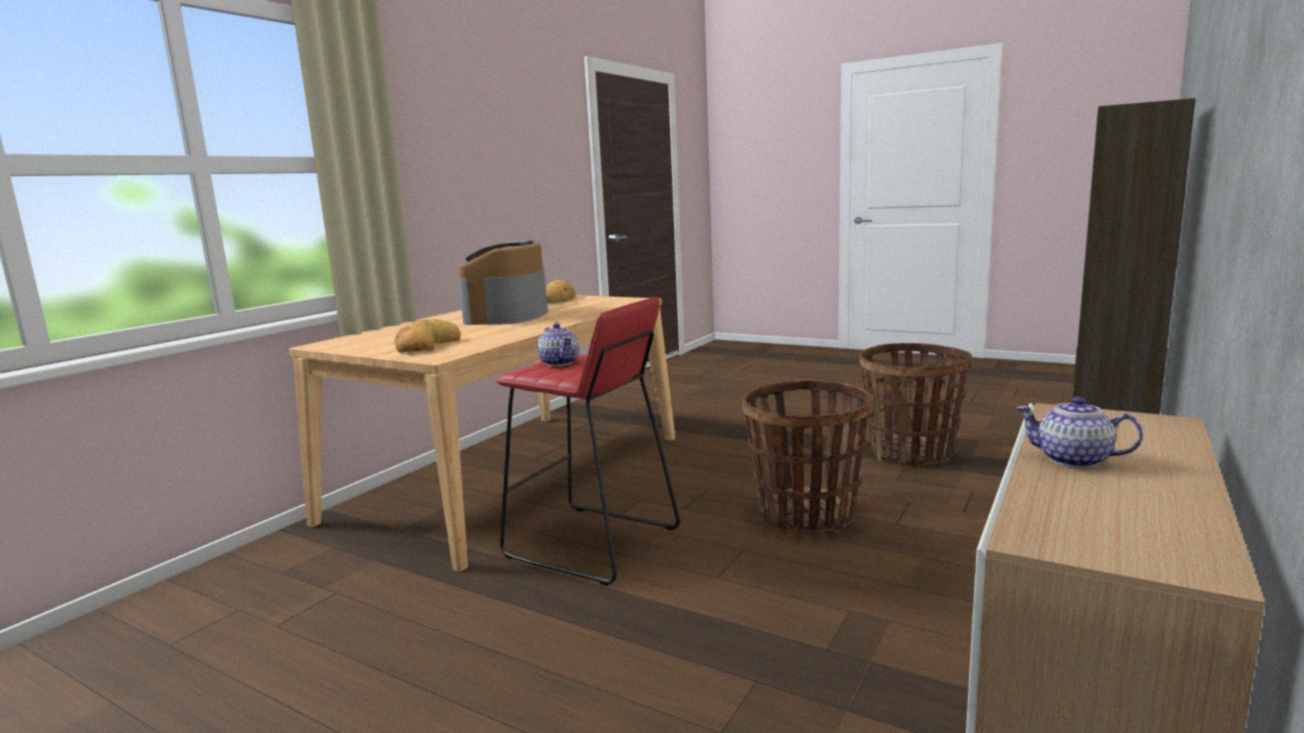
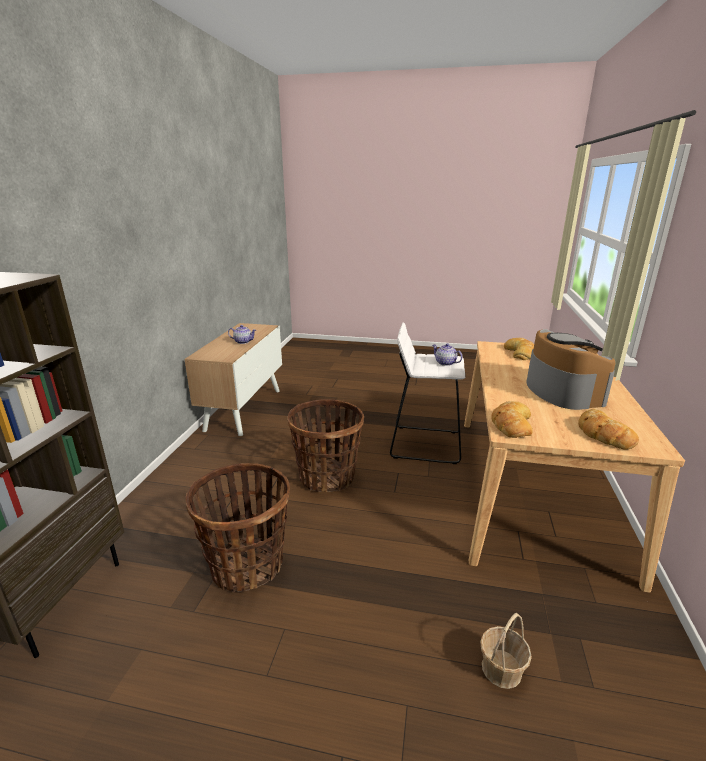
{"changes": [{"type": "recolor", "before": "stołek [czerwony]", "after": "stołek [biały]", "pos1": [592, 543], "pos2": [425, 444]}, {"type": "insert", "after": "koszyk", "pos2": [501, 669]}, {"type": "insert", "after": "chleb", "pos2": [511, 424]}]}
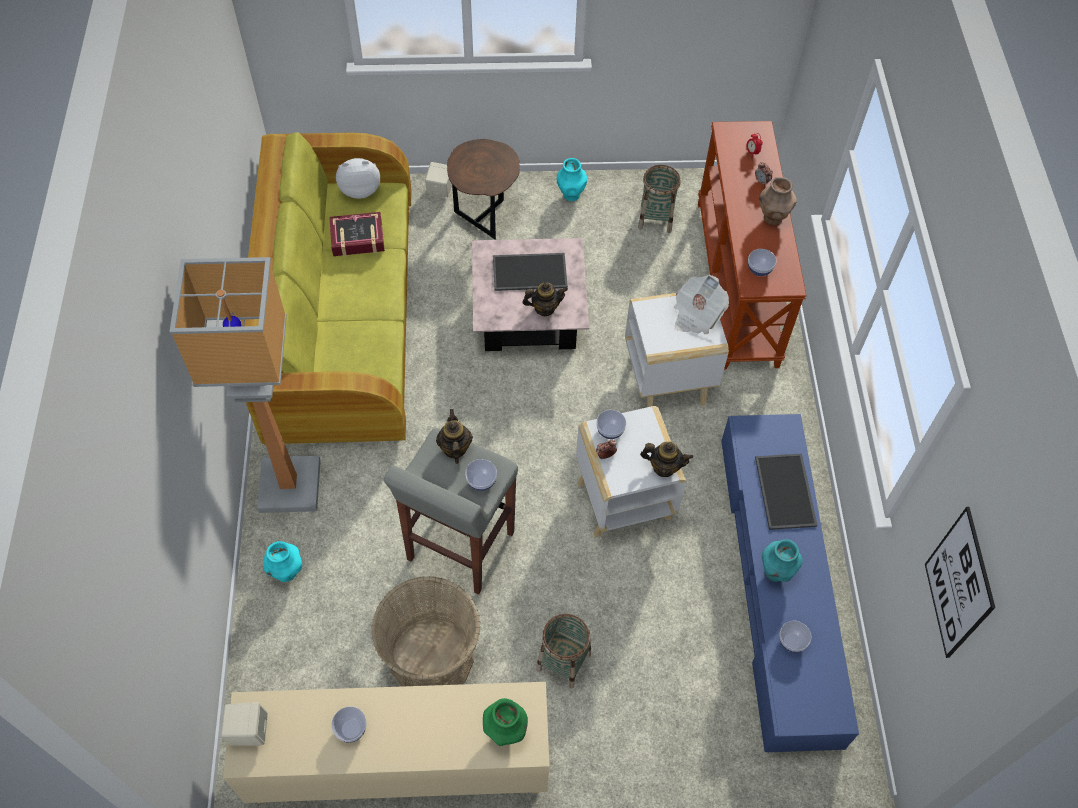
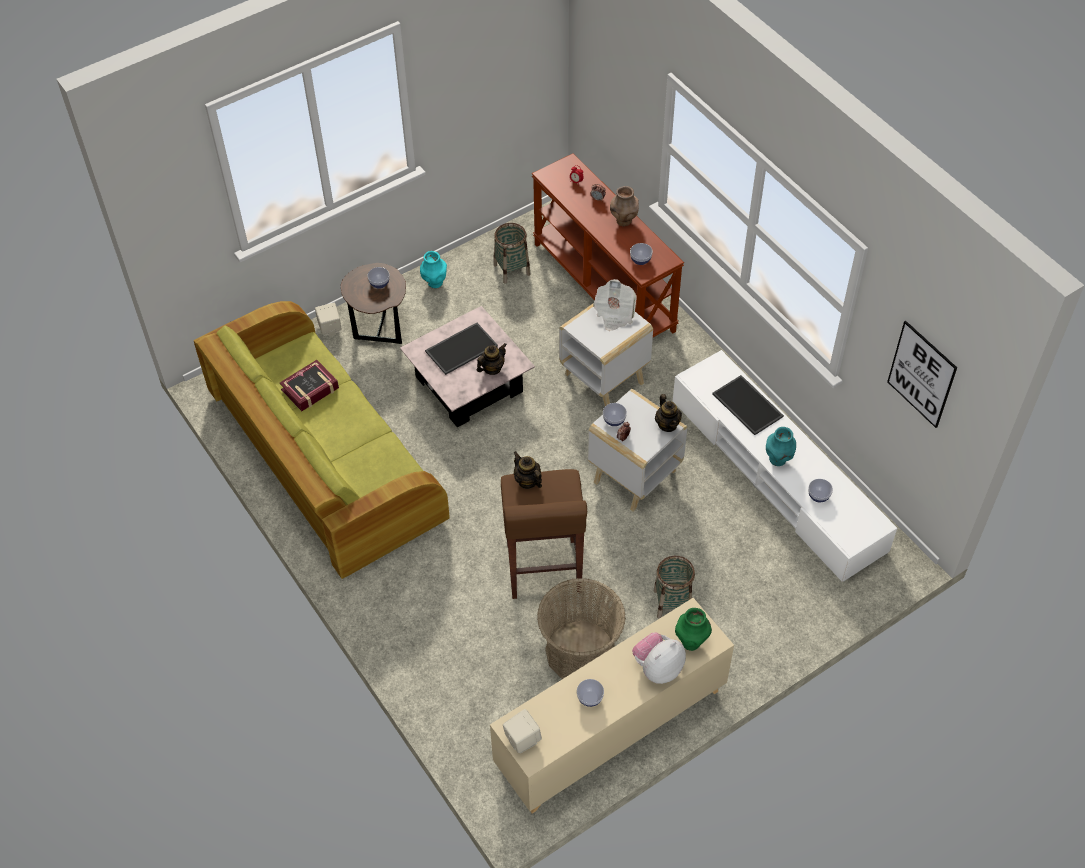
{"changes": [{"type": "move", "before": "miska", "pos1": [481, 481], "pos2": [379, 283]}, {"type": "recolor", "before": "stołek [szary]", "after": "stołek [brązowy]", "pos1": [459, 547], "pos2": [543, 570]}, {"type": "move", "before": "pluszak", "pos1": [360, 189], "pos2": [658, 668]}, {"type": "rotate", "before": "imbryk", "pos1": [664, 467], "pos2": [667, 424], "turn": 90}, {"type": "recolor", "before": "szafka pod telewizor [niebieski]", "after": "szafka pod telewizor [biały]", "pos1": [778, 586], "pos2": [777, 475]}, {"type": "delete", "before": "lampa stojąca", "pos1": [288, 485]}, {"type": "delete", "before": "wazon [turkusowy]", "pos1": [287, 573]}]}
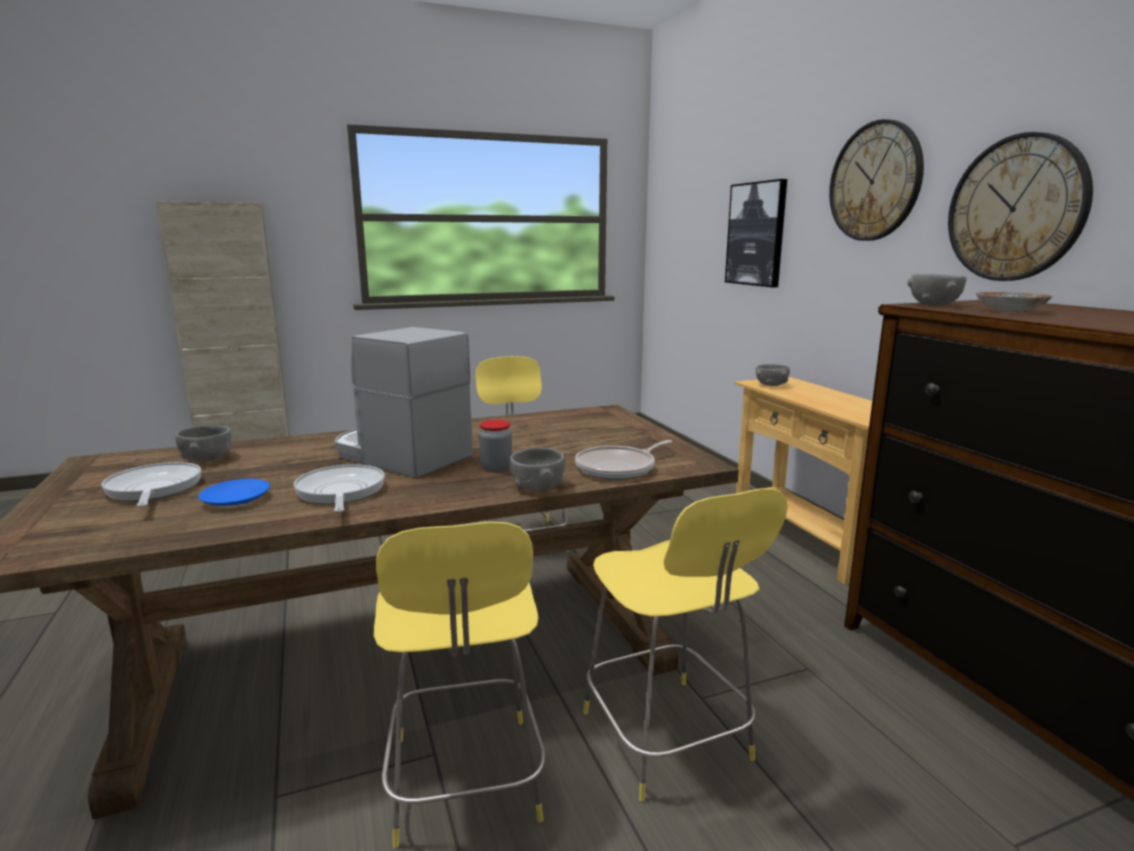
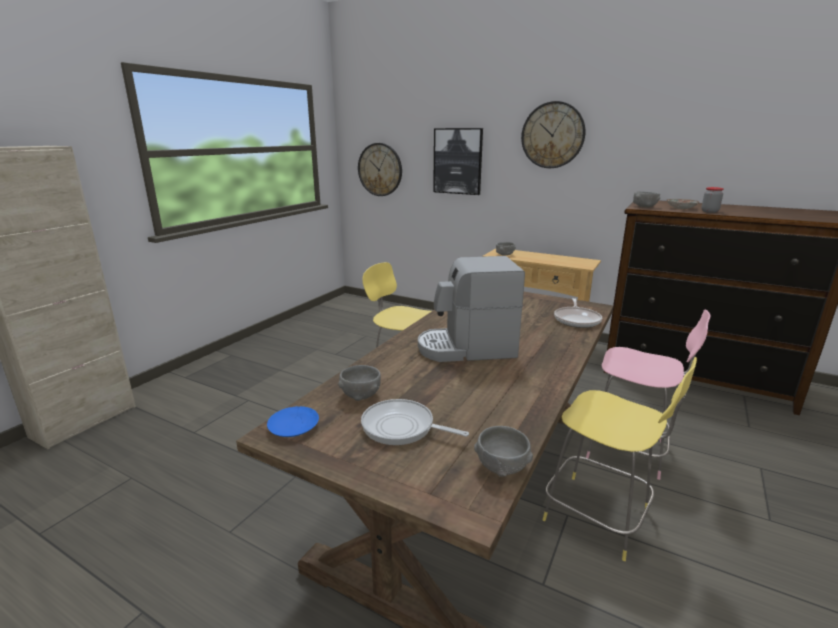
{"changes": [{"type": "move", "before": "talerz [niebieski]", "pos1": [237, 499], "pos2": [294, 427]}, {"type": "move", "before": "zegar ścienny", "pos1": [1016, 209], "pos2": [380, 169]}, {"type": "move", "before": "miska [szary]", "pos1": [538, 487], "pos2": [502, 467]}, {"type": "recolor", "before": "stołek [żółty]", "after": "stołek [różowy]", "pos1": [668, 740], "pos2": [628, 451]}, {"type": "move", "before": "słoik", "pos1": [496, 468], "pos2": [709, 211]}, {"type": "delete", "before": "patelnia", "pos1": [340, 492]}]}
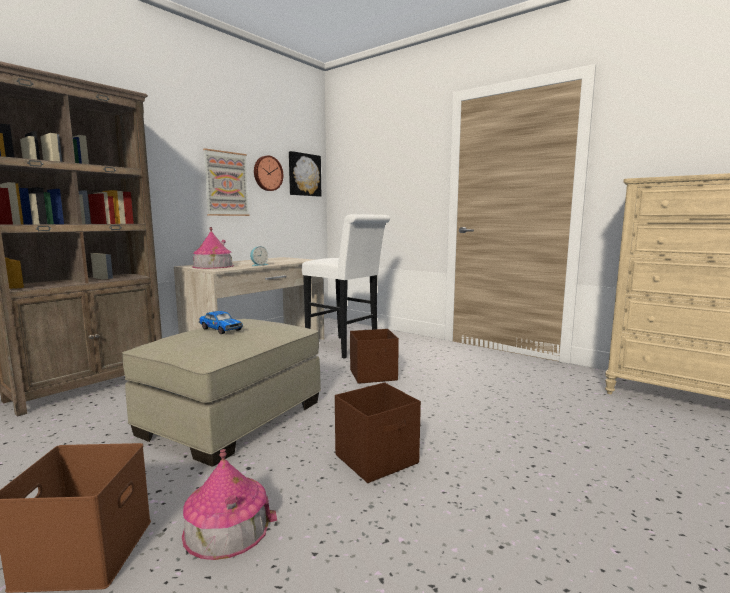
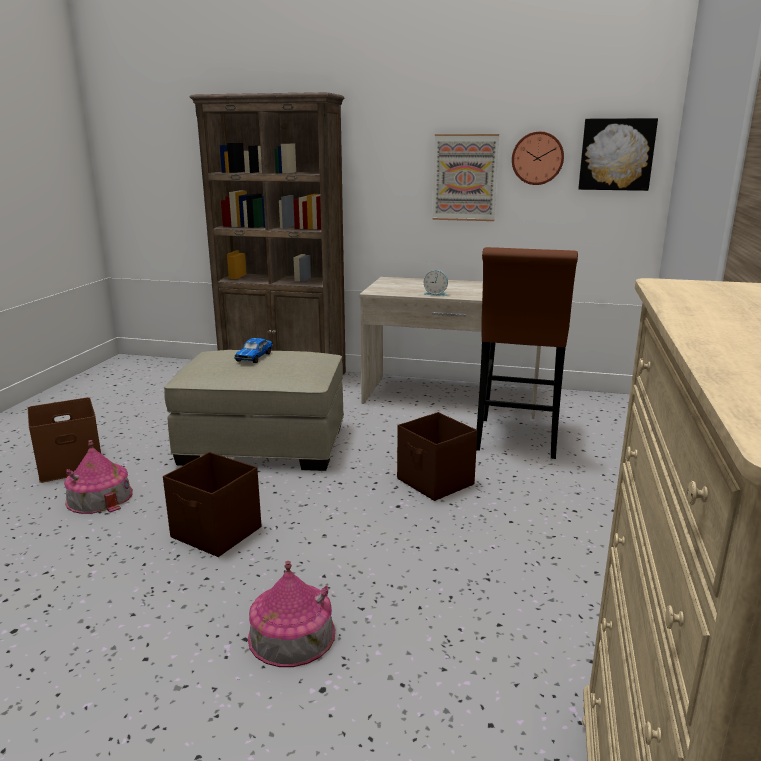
{"changes": [{"type": "move", "before": "domek", "pos1": [213, 266], "pos2": [292, 634]}, {"type": "recolor", "before": "stołek [biały]", "after": "stołek [brązowy]", "pos1": [346, 348], "pos2": [516, 441]}]}
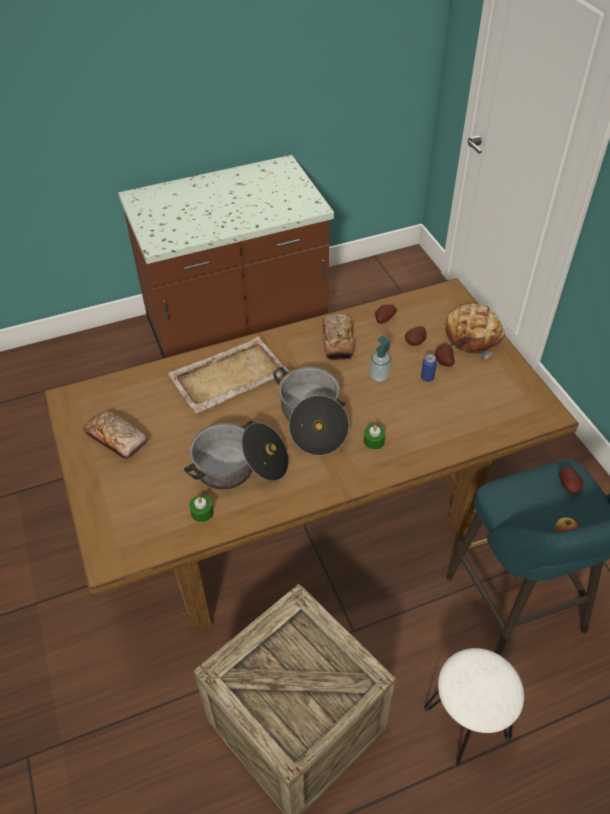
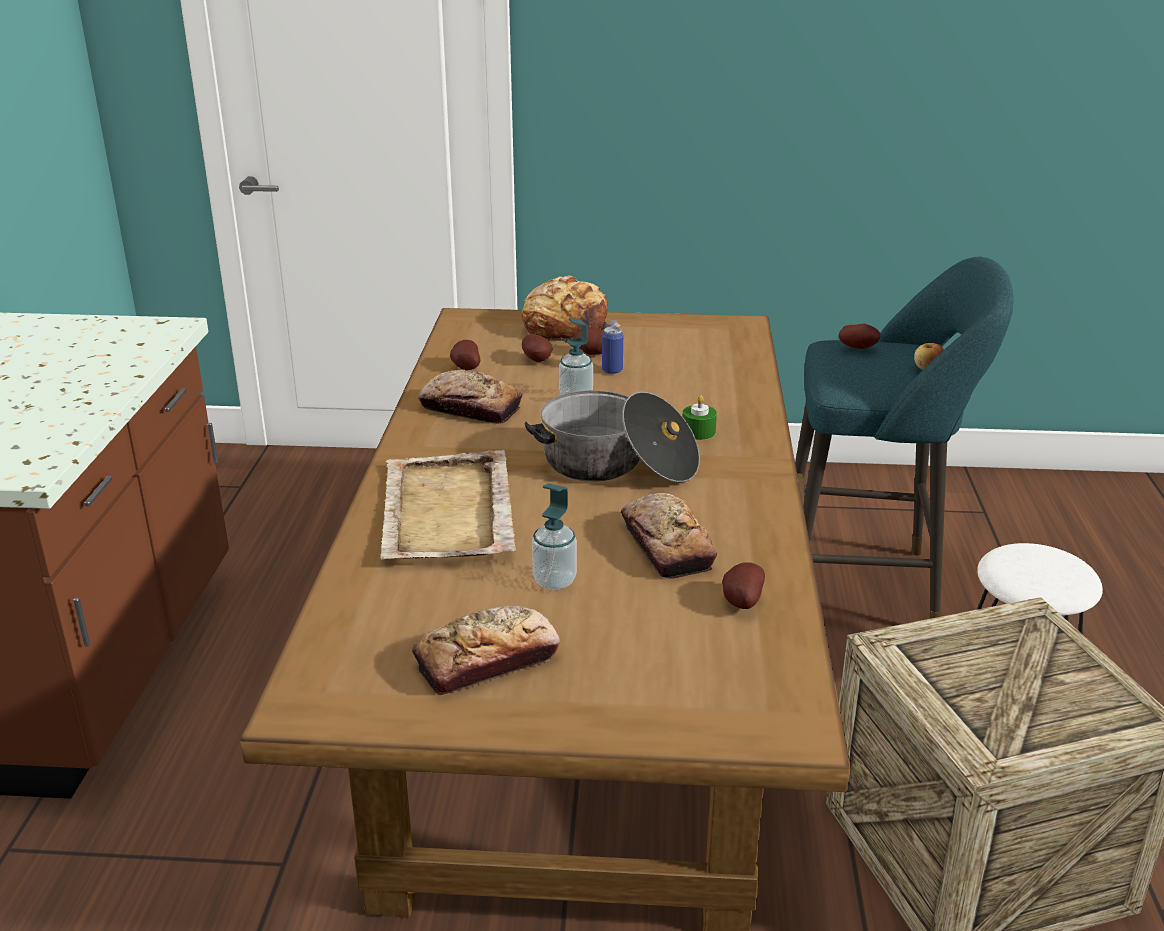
{"changes": [{"type": "insert", "after": "dozownik mydła", "pos2": [554, 581]}, {"type": "replace", "before": "garnek", "after": "chleb", "pos1": [240, 467], "pos2": [666, 546]}, {"type": "replace", "before": "świeca [zielony]", "after": "ziemniak", "pos1": [202, 512], "pos2": [740, 602]}]}
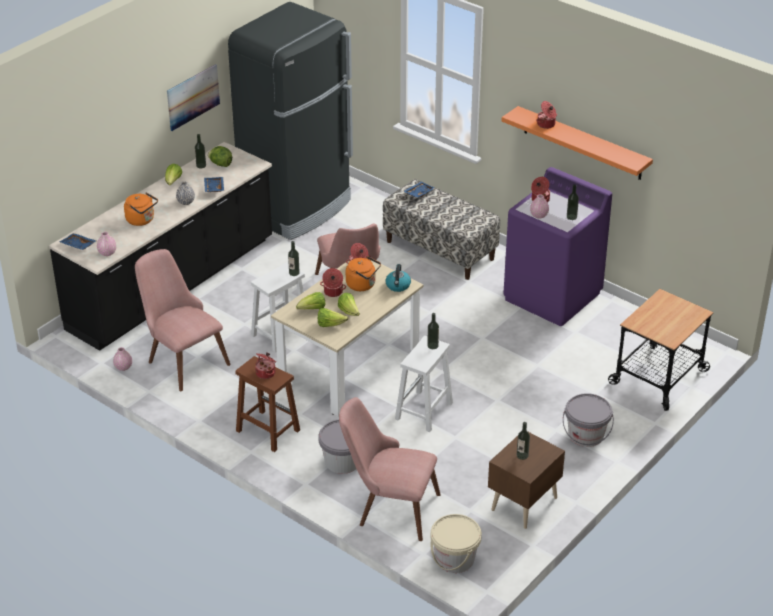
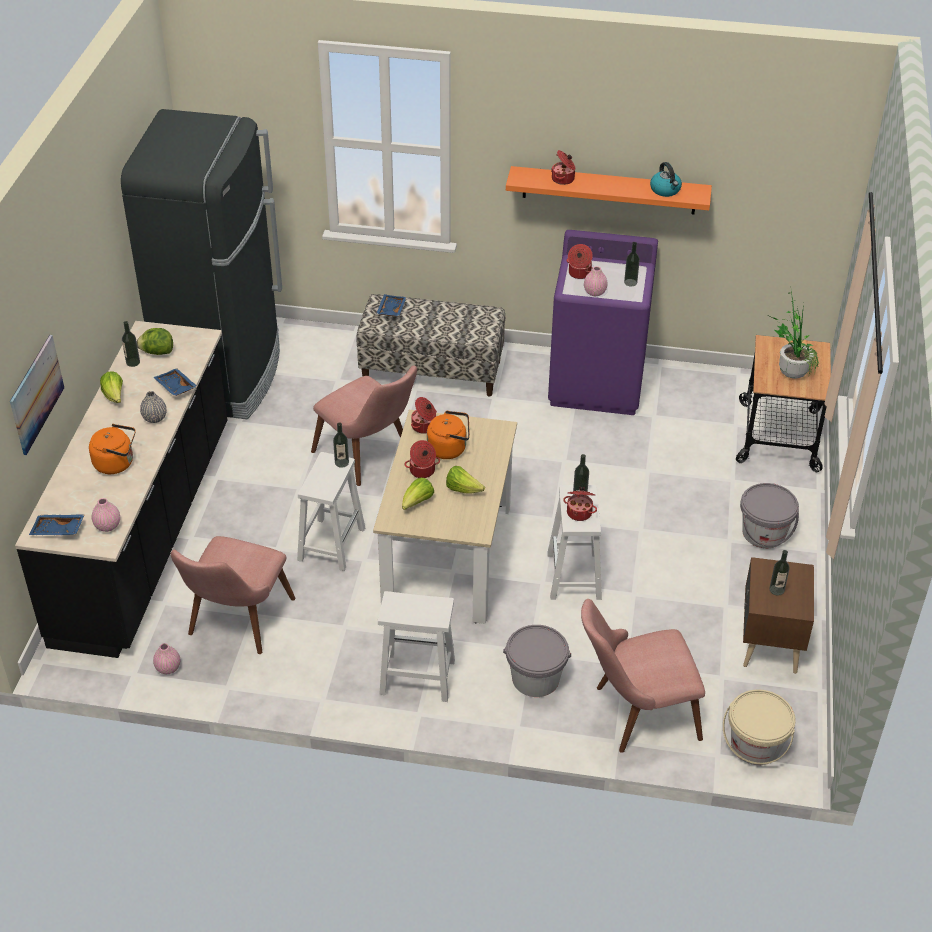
{"changes": [{"type": "move", "before": "obraz", "pos1": [193, 97], "pos2": [36, 394]}, {"type": "rotate", "before": "krzesło [różowy]", "pos1": [182, 359], "pos2": [235, 626], "turn": -90}, {"type": "recolor", "before": "stołek [brązowy]", "after": "stołek [biały]", "pos1": [267, 430], "pos2": [416, 677]}, {"type": "move", "before": "garnek", "pos1": [266, 373], "pos2": [579, 512]}, {"type": "move", "before": "czajnik", "pos1": [398, 286], "pos2": [665, 190]}, {"type": "insert", "after": "roślina doniczkowa", "pos2": [789, 370]}, {"type": "delete", "before": "sałata", "pos1": [330, 324]}]}
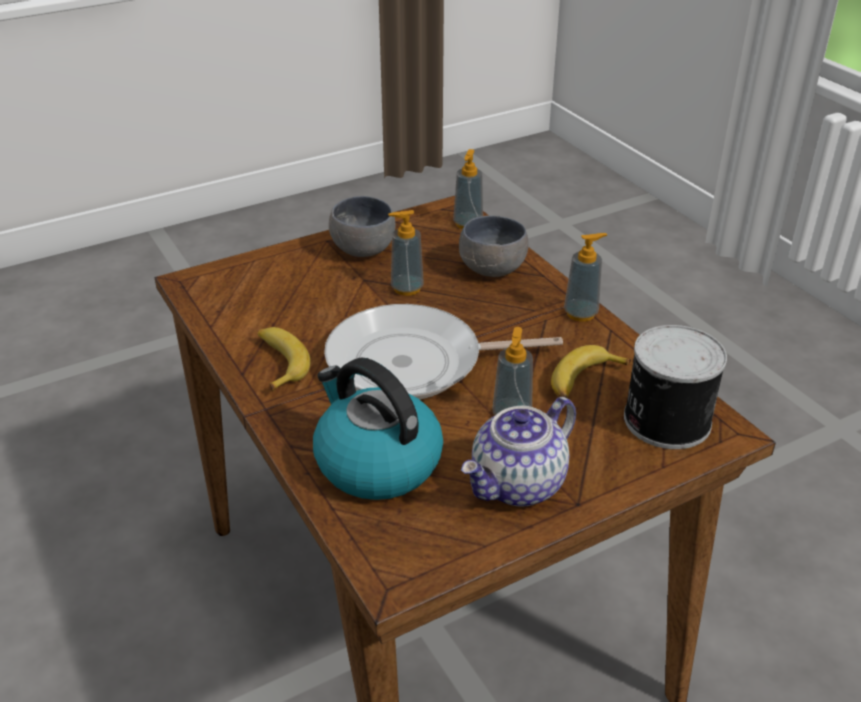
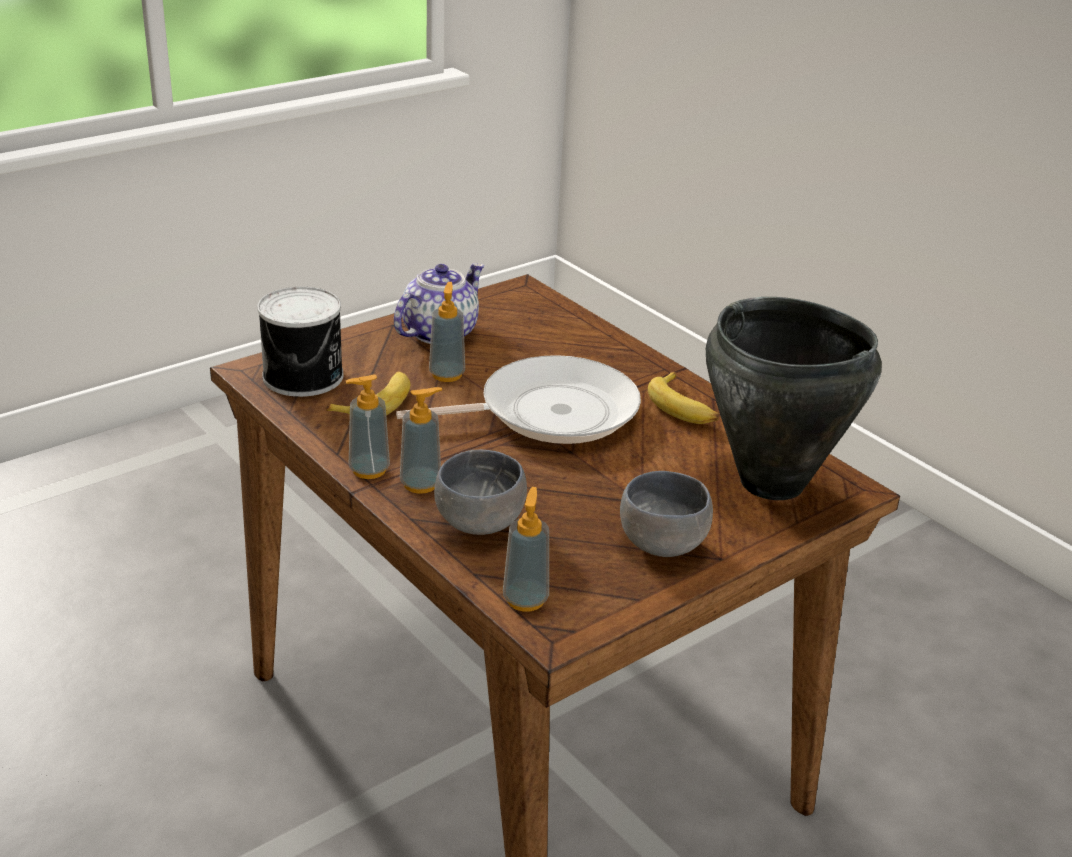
{"changes": [{"type": "move", "before": "dozownik mydła", "pos1": [407, 288], "pos2": [420, 484]}, {"type": "insert", "after": "garnek [czarny]", "pos2": [772, 483]}, {"type": "delete", "before": "czajnik", "pos1": [376, 462]}]}
